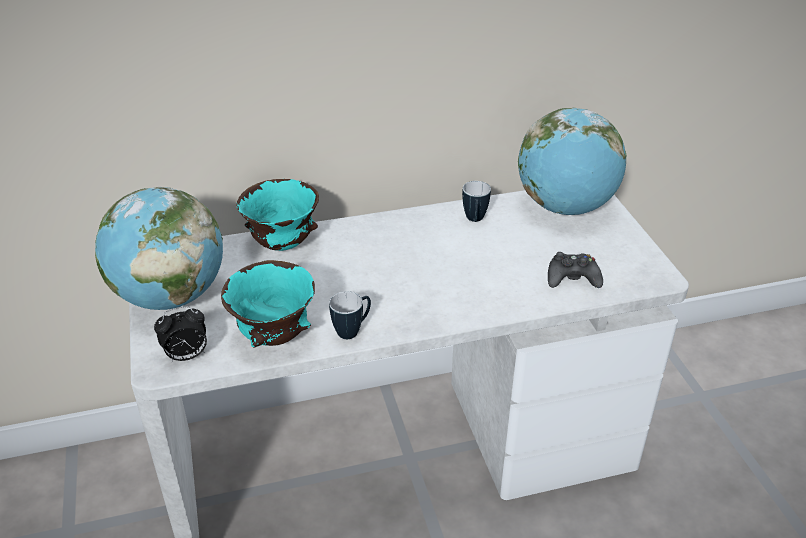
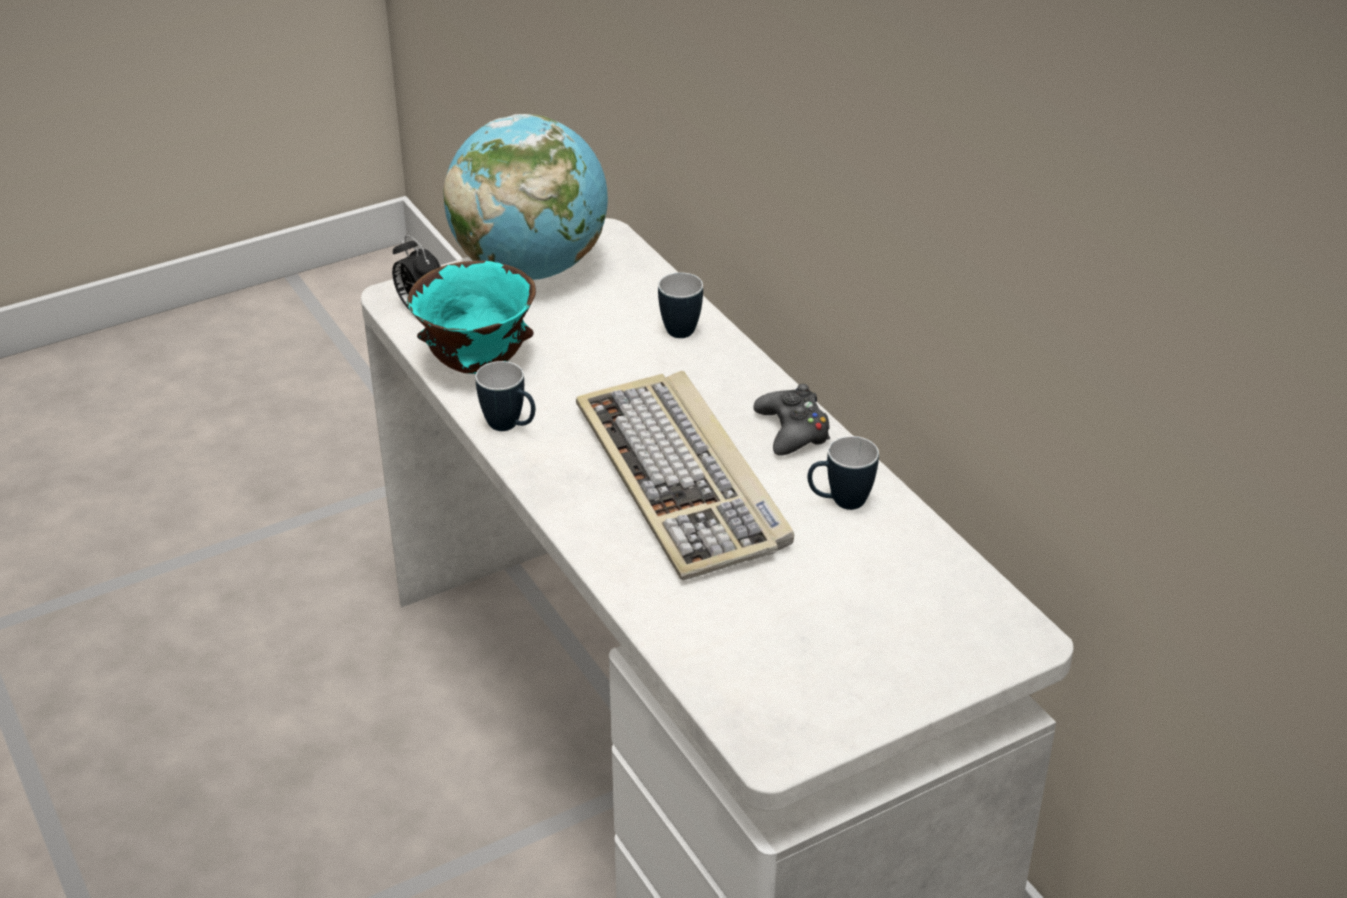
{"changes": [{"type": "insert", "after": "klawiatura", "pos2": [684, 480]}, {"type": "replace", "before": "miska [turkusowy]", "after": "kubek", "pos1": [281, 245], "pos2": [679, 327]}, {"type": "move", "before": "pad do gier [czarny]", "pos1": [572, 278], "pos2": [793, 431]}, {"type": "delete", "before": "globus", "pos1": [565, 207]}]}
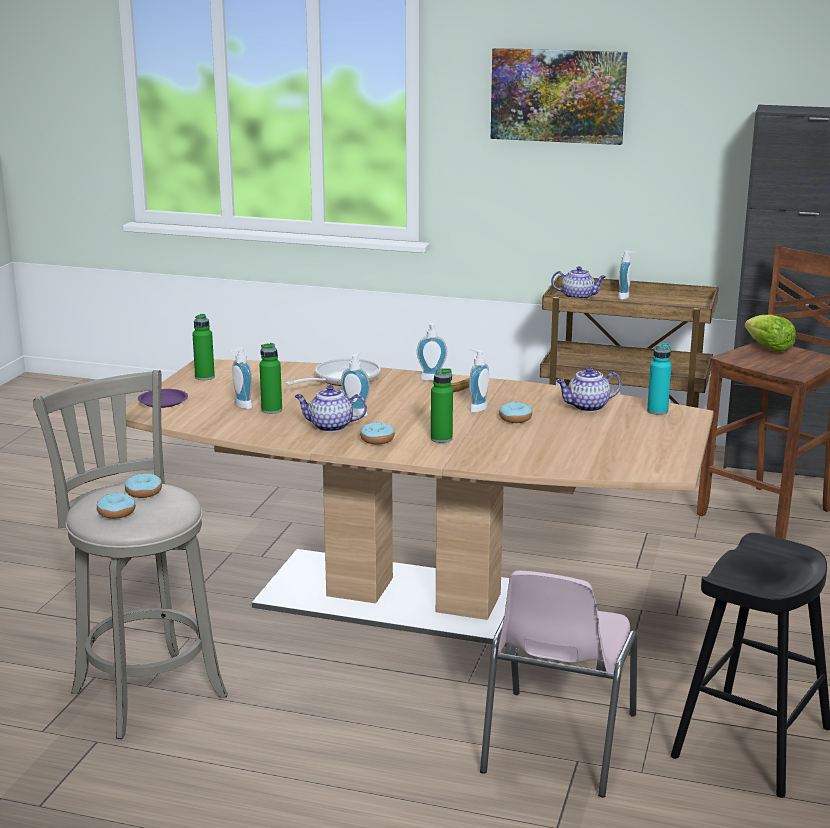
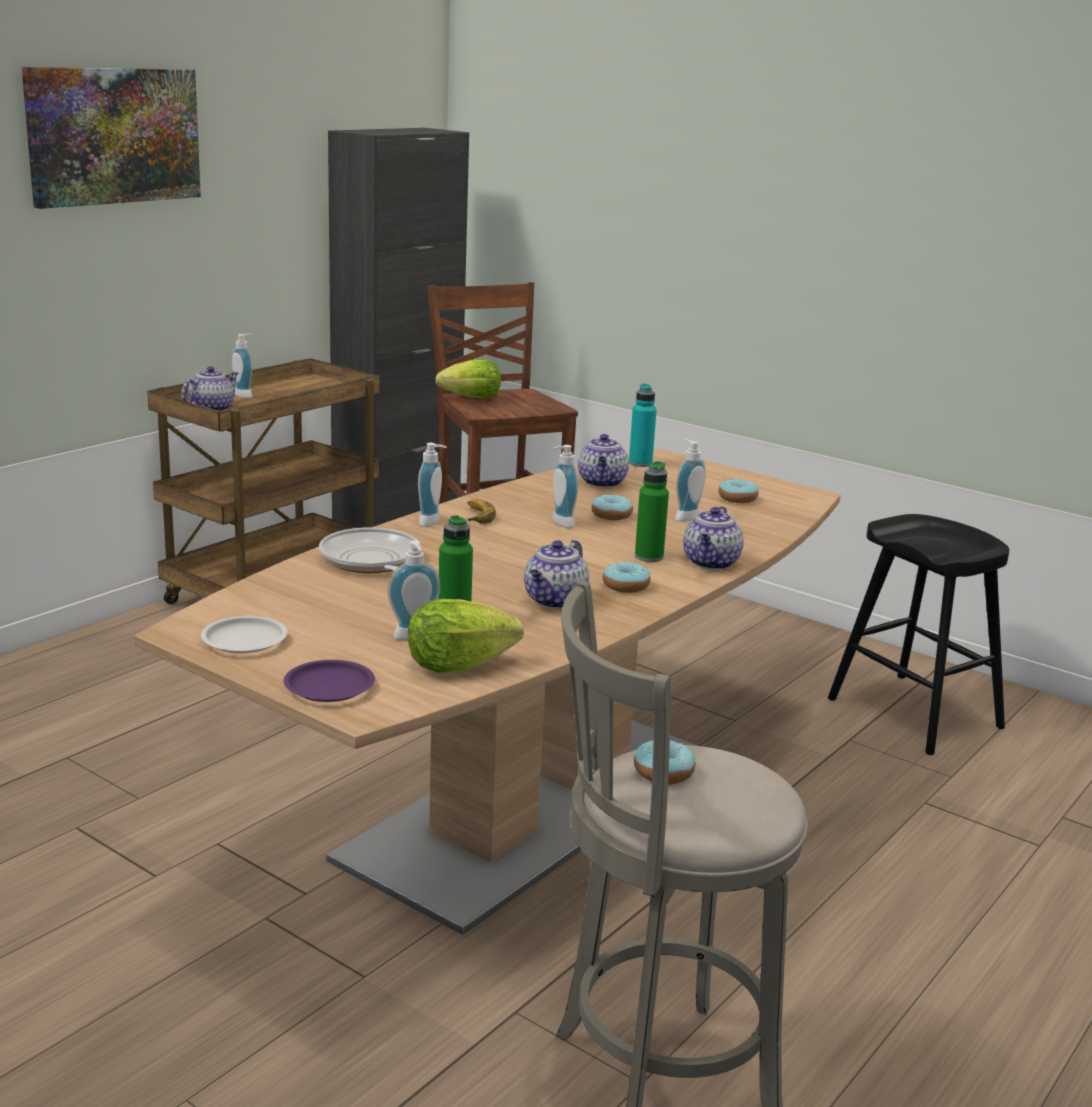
{"changes": [{"type": "replace", "before": "butelka [zielony]", "after": "talerz [biały]", "pos1": [204, 377], "pos2": [244, 641]}, {"type": "insert", "after": "sałata", "pos2": [458, 665]}, {"type": "move", "before": "dozownik mydła", "pos1": [357, 412], "pos2": [684, 516]}, {"type": "insert", "after": "imbryk", "pos2": [711, 563]}, {"type": "move", "before": "donut", "pos1": [116, 512], "pos2": [737, 498]}, {"type": "delete", "before": "krzesło [różowy]", "pos1": [556, 744]}]}
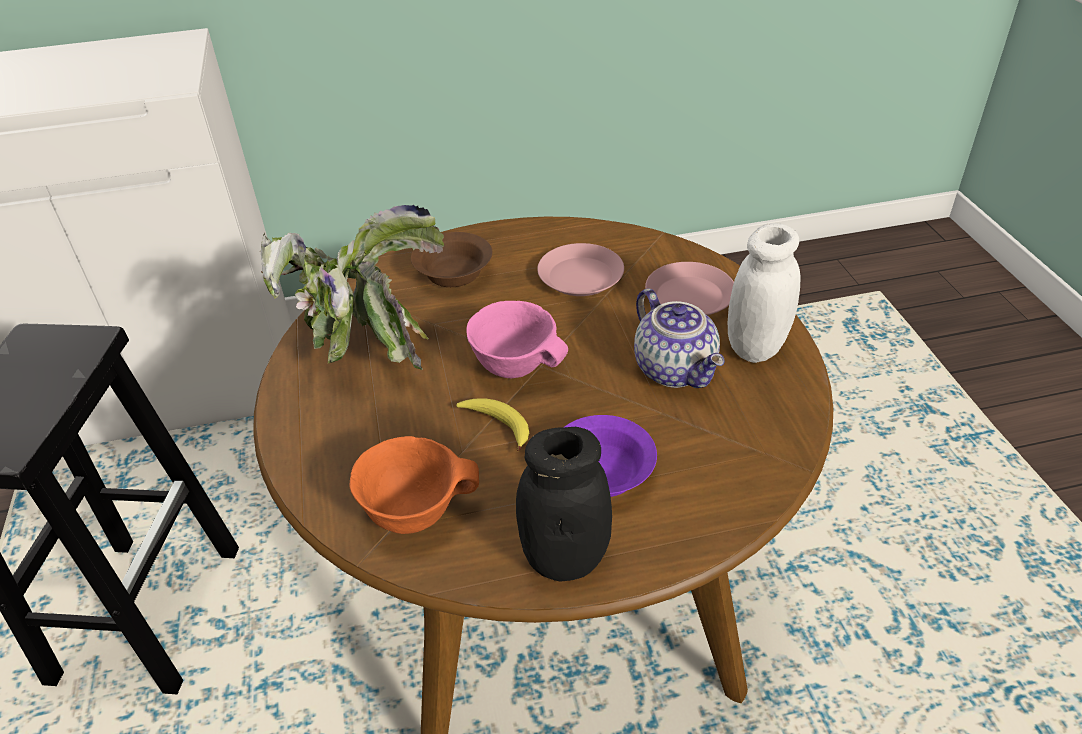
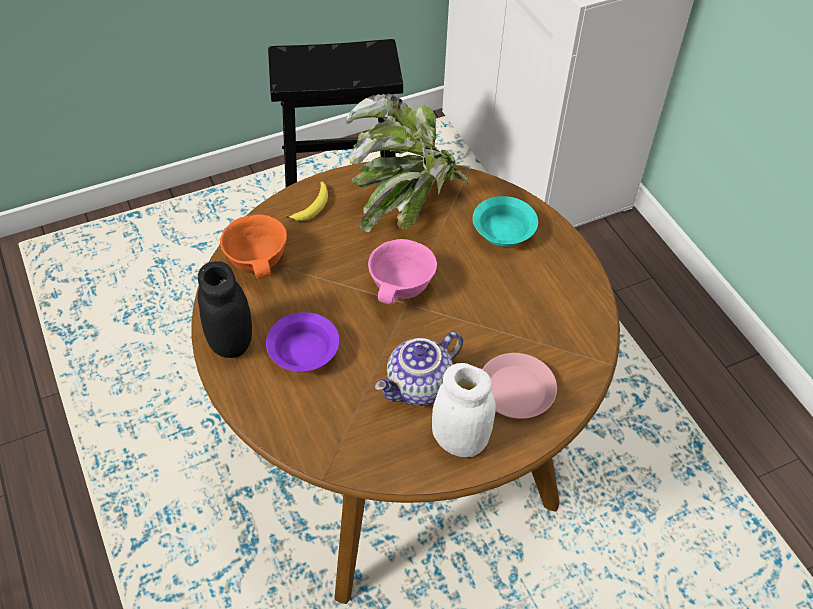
{"changes": [{"type": "move", "before": "banan", "pos1": [497, 425], "pos2": [312, 207]}, {"type": "recolor", "before": "miska [brązowy]", "after": "miska [turkusowy]", "pos1": [455, 273], "pos2": [504, 233]}, {"type": "delete", "before": "talerz [różowy]", "pos1": [580, 276]}]}
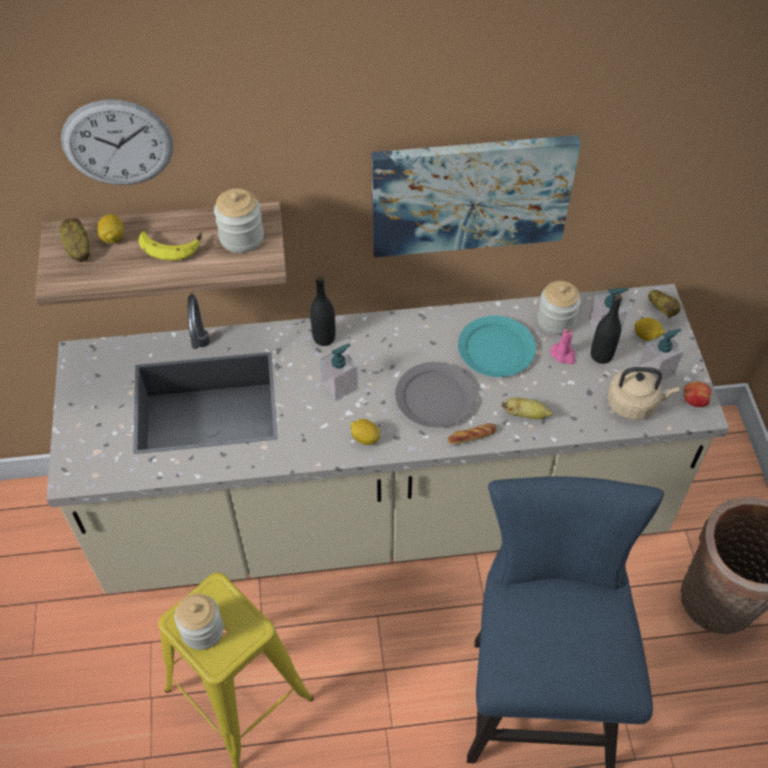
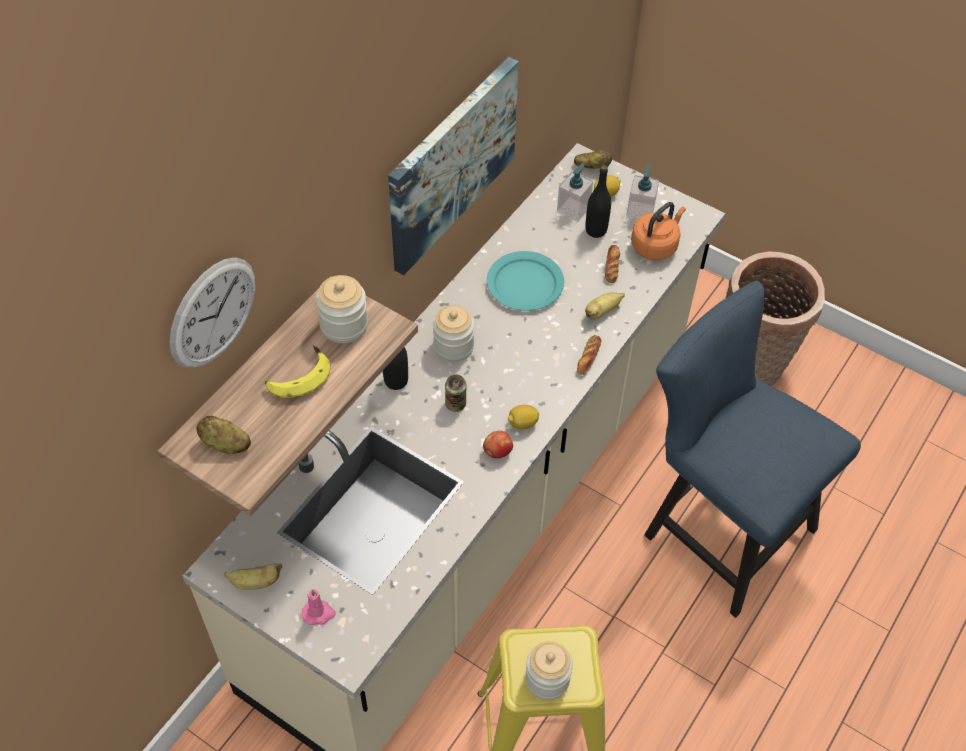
{"changes": [{"type": "insert", "after": "banan", "pos2": [255, 582]}, {"type": "move", "before": "świeca [różowy]", "pos1": [563, 355], "pos2": [319, 613]}, {"type": "move", "before": "słoik", "pos1": [556, 321], "pos2": [453, 346]}, {"type": "replace", "before": "dozownik mydła", "after": "puszka", "pos1": [340, 386], "pos2": [455, 404]}, {"type": "move", "before": "jabłko", "pos1": [694, 401], "pos2": [497, 452]}, {"type": "insert", "after": "chleb", "pos2": [612, 266]}, {"type": "recolor", "before": "czajnik [beżowy]", "after": "czajnik [pomarańczowy]", "pos1": [634, 404], "pos2": [655, 245]}, {"type": "delete", "before": "cytryna", "pos1": [113, 238]}, {"type": "delete", "before": "talerz [szary]", "pos1": [434, 397]}]}
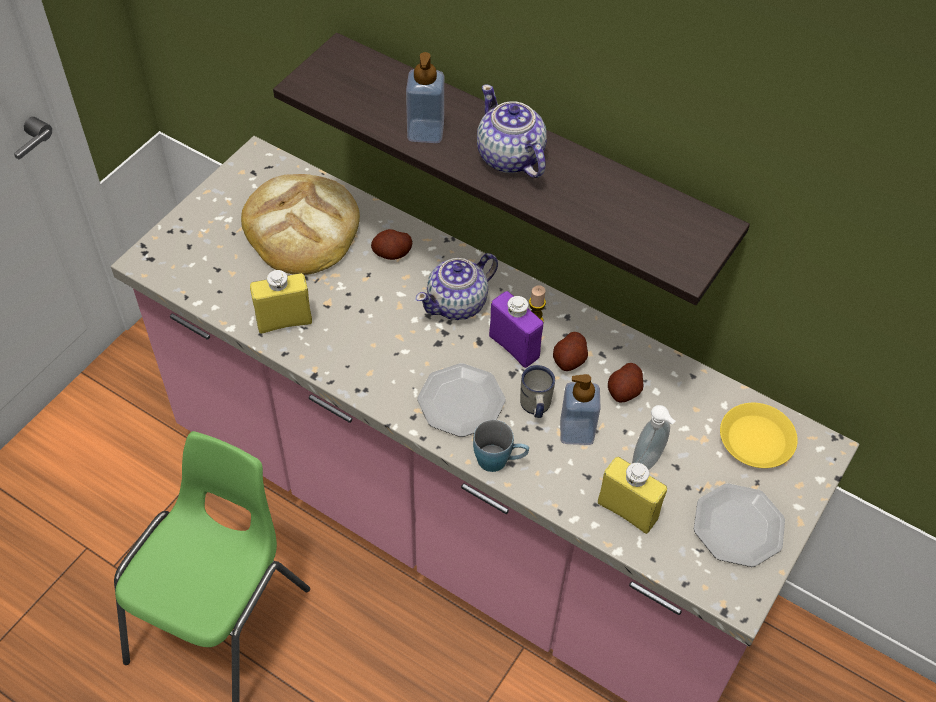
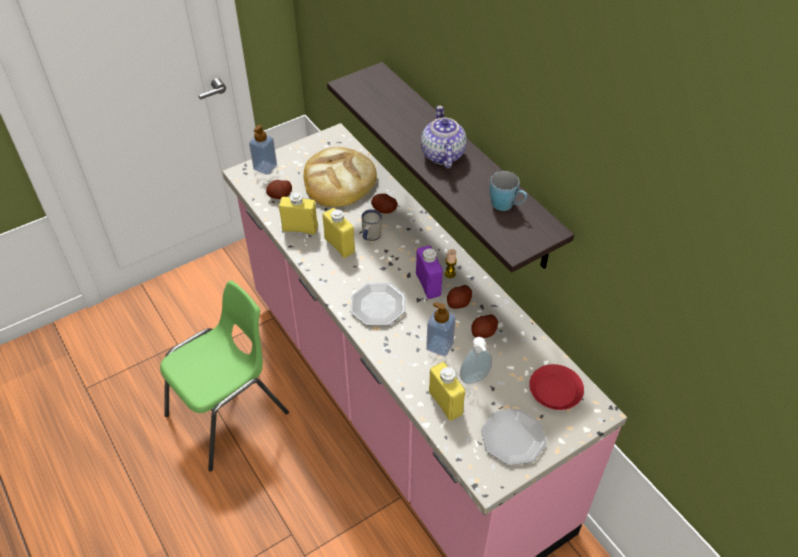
{"changes": [{"type": "move", "before": "dozownik mydła", "pos1": [425, 132], "pos2": [265, 167]}, {"type": "insert", "after": "ziemniak", "pos2": [280, 195]}, {"type": "insert", "after": "butelka [żółty]", "pos2": [339, 245]}, {"type": "move", "before": "kubek [biały]", "pos1": [535, 407], "pos2": [370, 237]}, {"type": "move", "before": "kubek [niebieski]", "pos1": [499, 460], "pos2": [507, 205]}, {"type": "recolor", "before": "talerz [żółty]", "after": "talerz [czerwony]", "pos1": [756, 439], "pos2": [555, 390]}, {"type": "delete", "before": "imbryk", "pos1": [458, 303]}]}
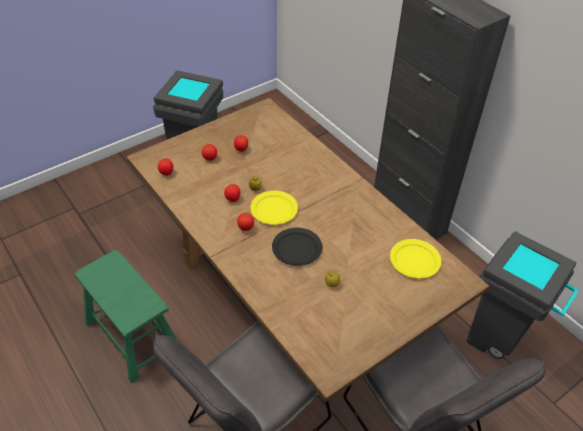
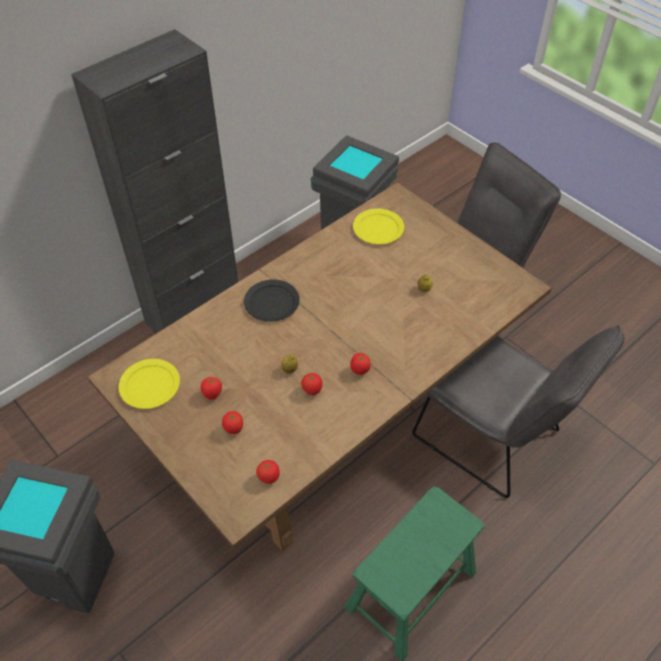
{"changes": [{"type": "move", "before": "talerz [żółty]", "pos1": [274, 209], "pos2": [150, 385]}, {"type": "move", "before": "talerz [czarny]", "pos1": [296, 248], "pos2": [272, 302]}]}
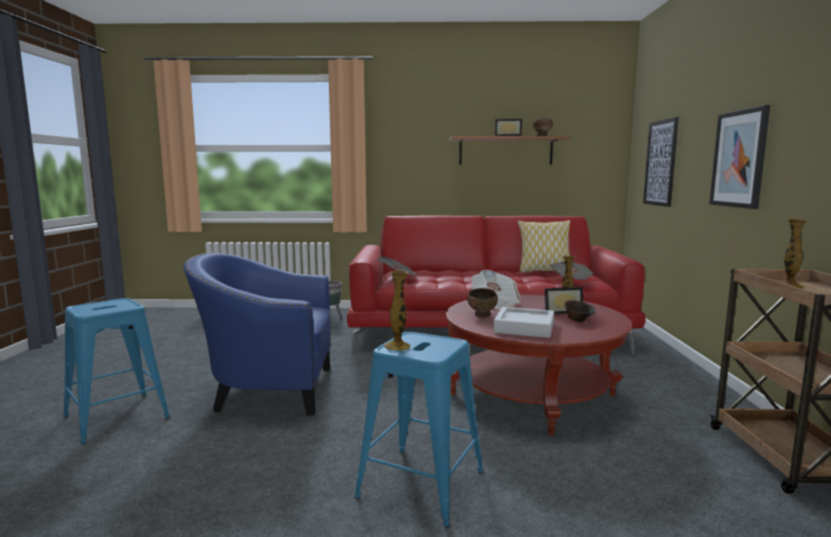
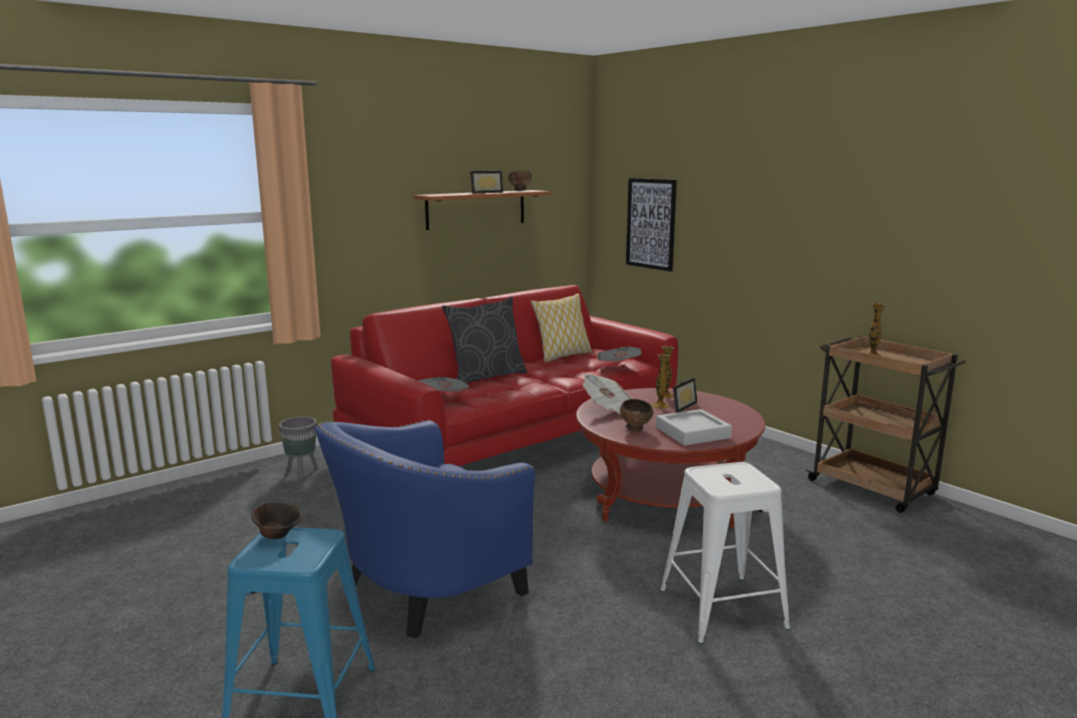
{"changes": [{"type": "move", "before": "miska [brązowy]", "pos1": [578, 320], "pos2": [278, 535]}, {"type": "insert", "after": "poduszka [szary]", "pos2": [486, 376]}, {"type": "move", "before": "wazon", "pos1": [397, 346], "pos2": [660, 406]}, {"type": "recolor", "before": "stołek [niebieski]", "after": "stołek [biały]", "pos1": [421, 484], "pos2": [721, 608]}, {"type": "delete", "before": "obraz", "pos1": [739, 159]}]}
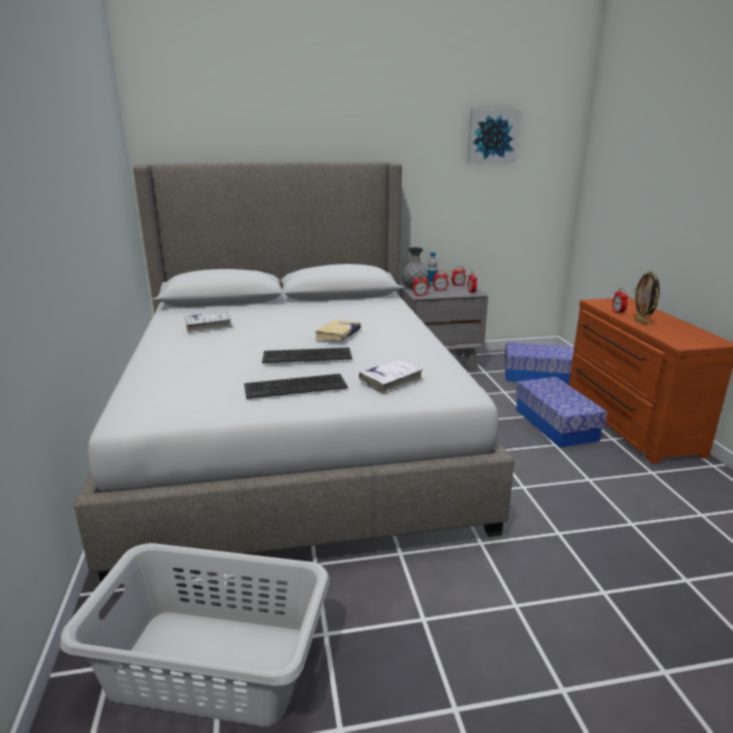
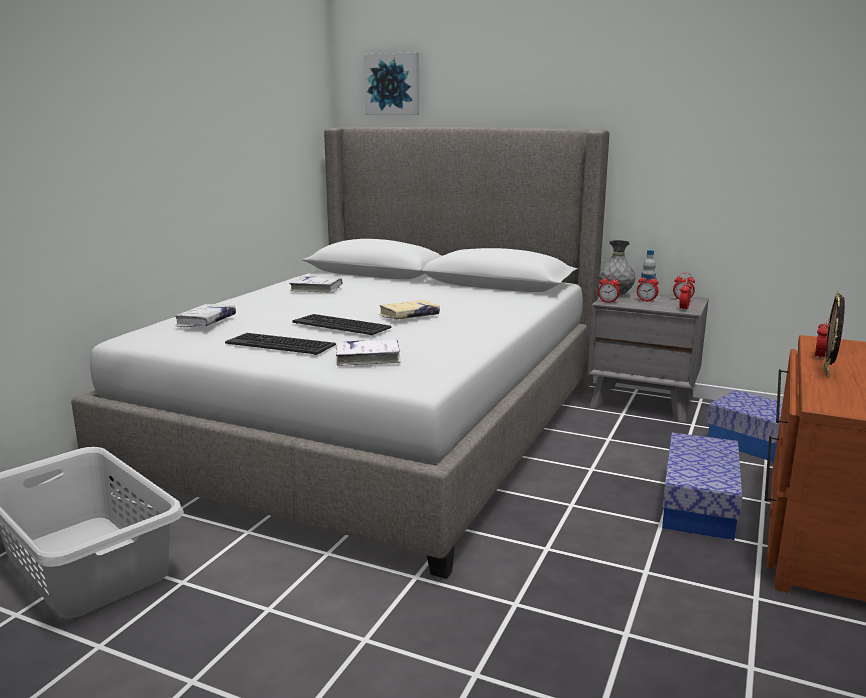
{"changes": [{"type": "insert", "after": "książka [biały]", "pos2": [206, 322]}, {"type": "move", "before": "obraz", "pos1": [492, 136], "pos2": [393, 84]}]}
